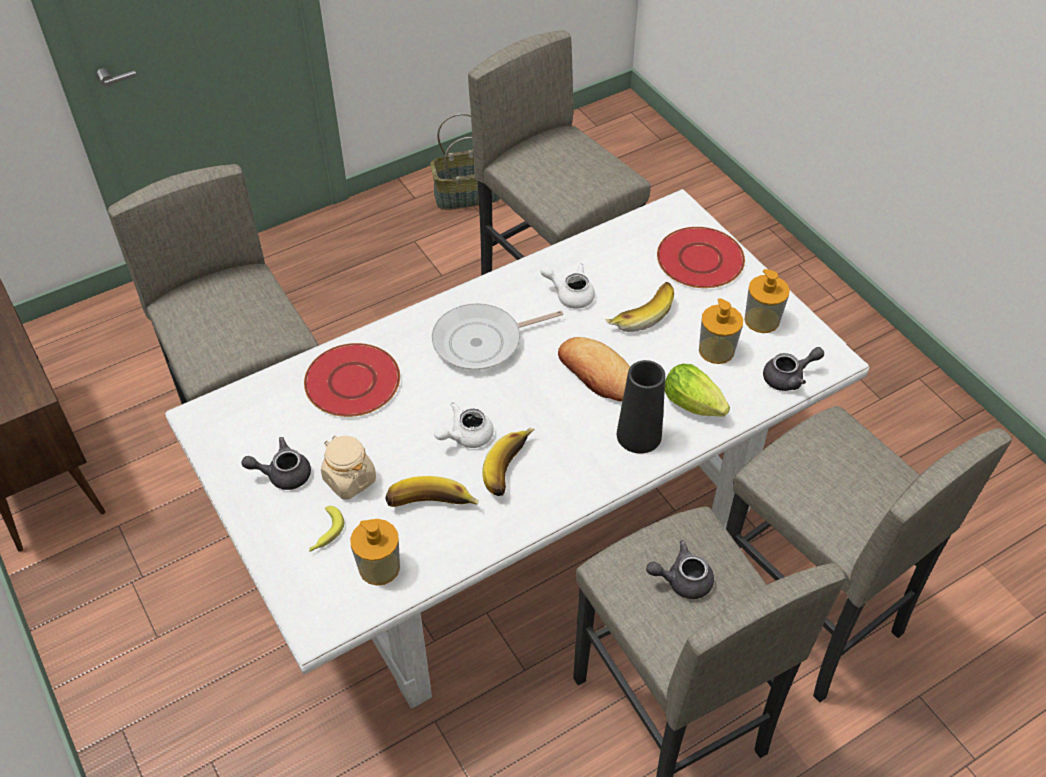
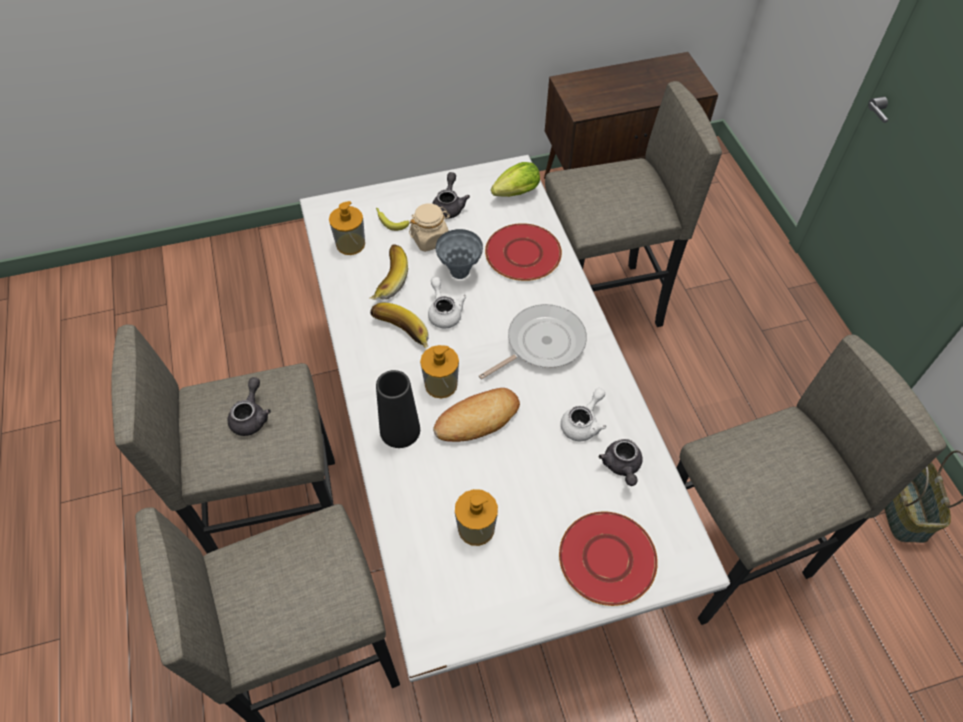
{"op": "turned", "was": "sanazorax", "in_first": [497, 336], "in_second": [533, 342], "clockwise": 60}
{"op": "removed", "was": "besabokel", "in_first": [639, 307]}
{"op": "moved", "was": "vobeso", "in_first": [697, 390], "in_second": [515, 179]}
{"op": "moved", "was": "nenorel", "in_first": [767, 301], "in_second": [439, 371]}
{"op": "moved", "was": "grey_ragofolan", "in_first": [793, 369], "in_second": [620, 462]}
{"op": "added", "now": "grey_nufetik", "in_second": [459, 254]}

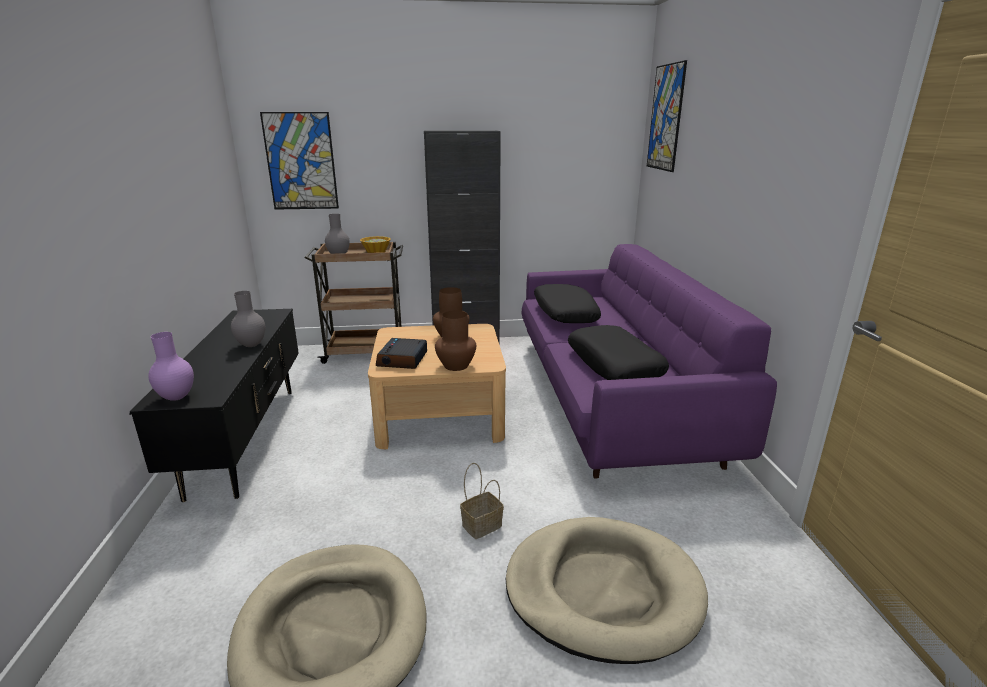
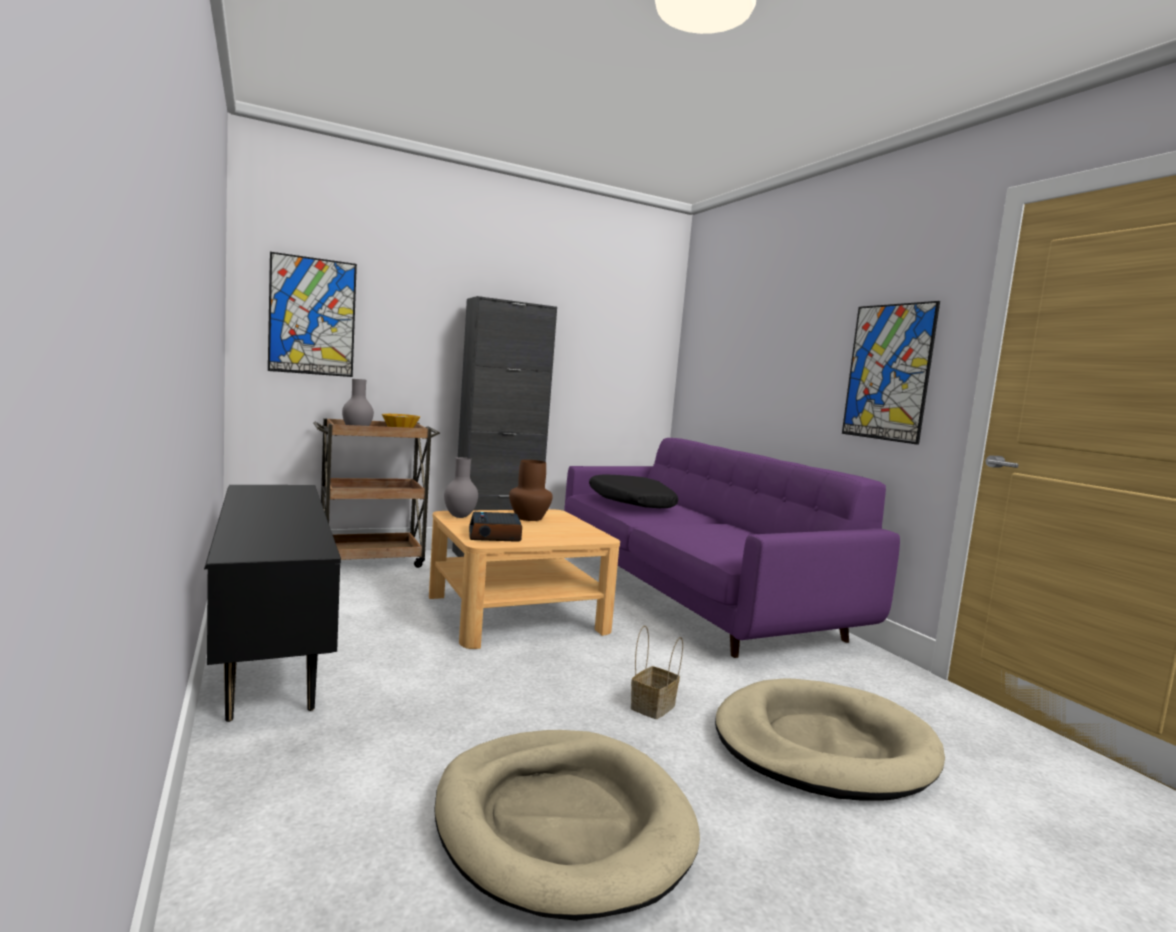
{"op": "removed", "was": "purple_nufetik", "in_first": [171, 366]}
{"op": "moved", "was": "grey_nufetik", "in_first": [248, 319], "in_second": [461, 487]}
{"op": "removed", "was": "brown_nufetik", "in_first": [455, 341]}
{"op": "removed", "was": "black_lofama", "in_first": [618, 352]}
{"op": "moved", "was": "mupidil", "in_first": [667, 116], "in_second": [891, 373]}

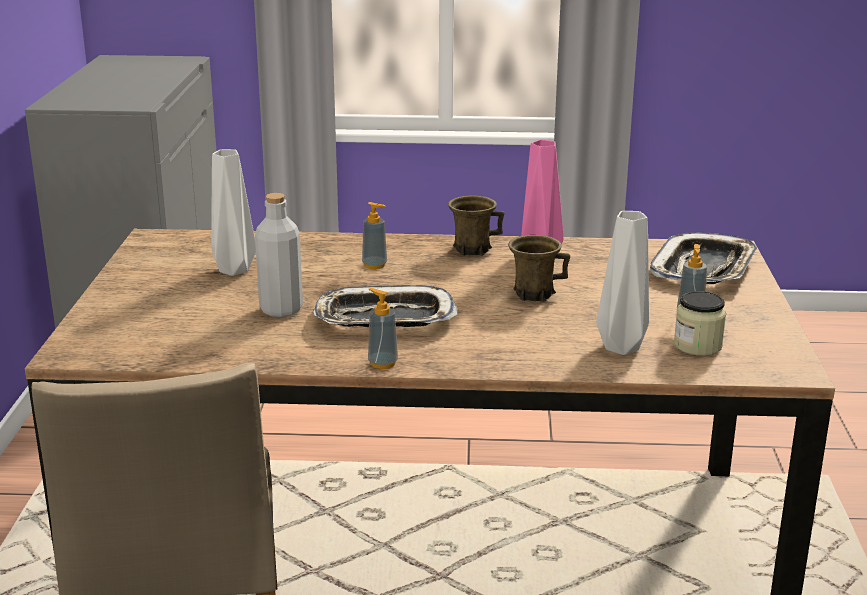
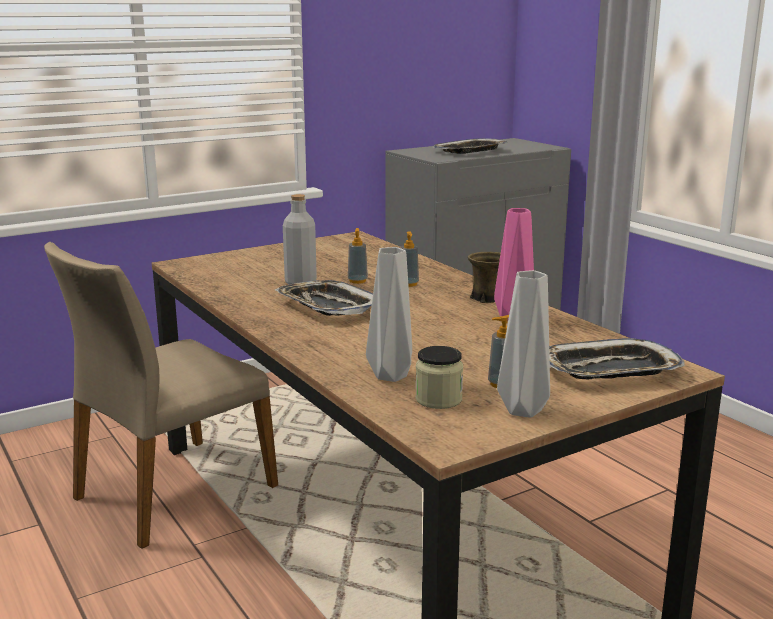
{"op": "moved", "was": "grey_nufetik", "in_first": [233, 212], "in_second": [523, 344]}
{"op": "moved", "was": "nenorel", "in_first": [383, 328], "in_second": [358, 256]}
{"op": "removed", "was": "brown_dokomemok", "in_first": [539, 268]}
{"op": "added", "now": "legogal", "in_second": [470, 146]}

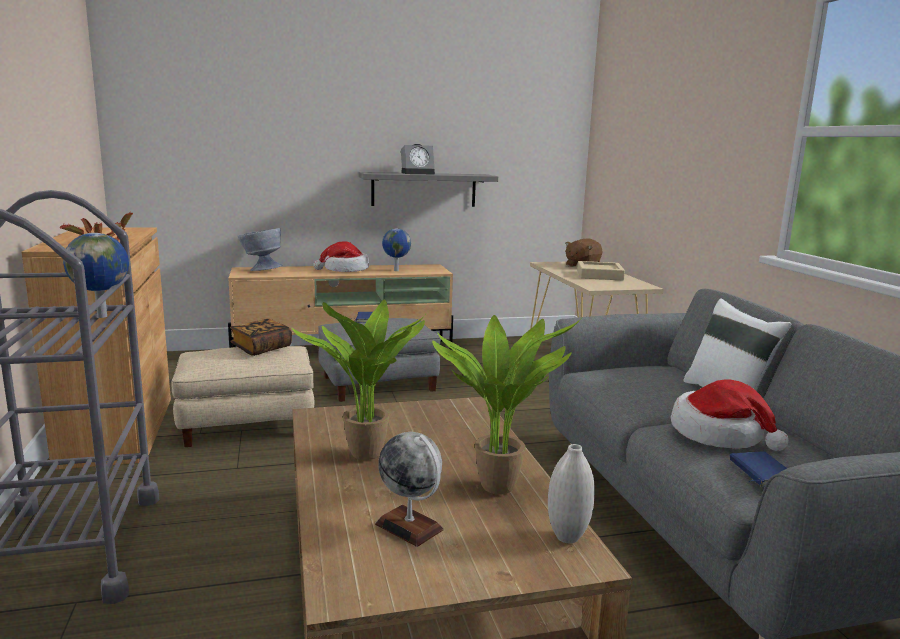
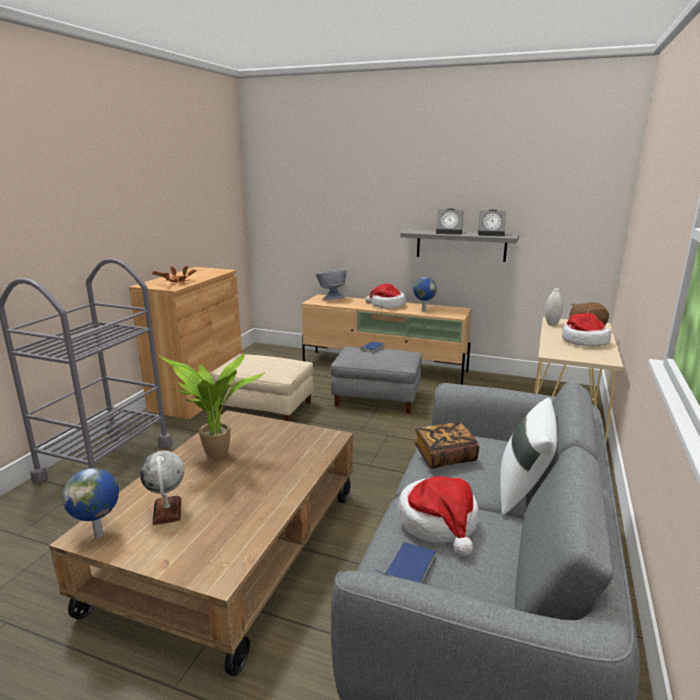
{"op": "moved", "was": "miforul", "in_first": [96, 275], "in_second": [90, 503]}
{"op": "moved", "was": "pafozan", "in_first": [261, 337], "in_second": [446, 445]}
{"op": "removed", "was": "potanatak", "in_first": [506, 405]}
{"op": "moved", "was": "white_nufetik", "in_first": [571, 493], "in_second": [554, 307]}
{"op": "replaced", "was": "beige_legogal", "now": "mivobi", "in_first": [601, 270], "in_second": [586, 329]}
{"op": "added", "now": "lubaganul", "in_second": [492, 223]}

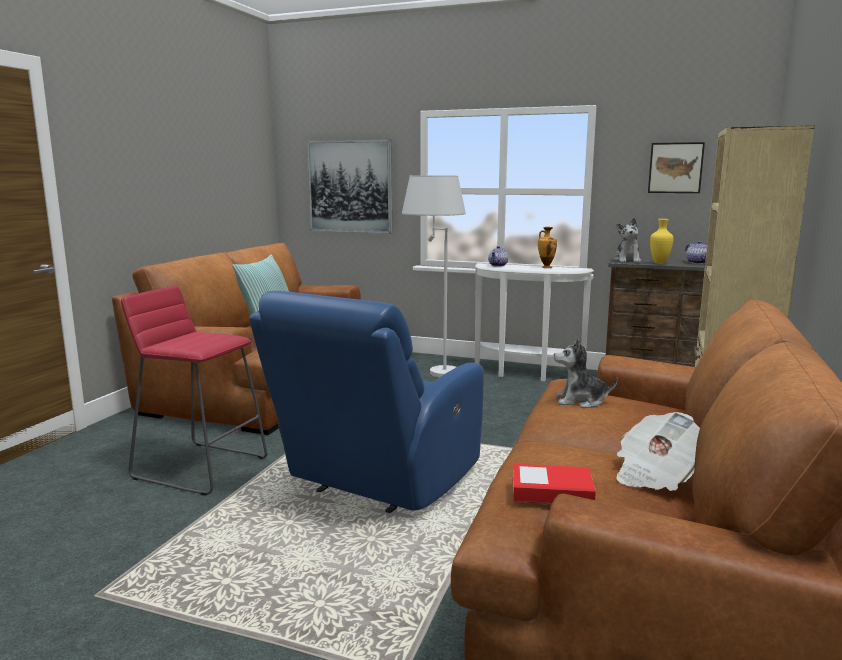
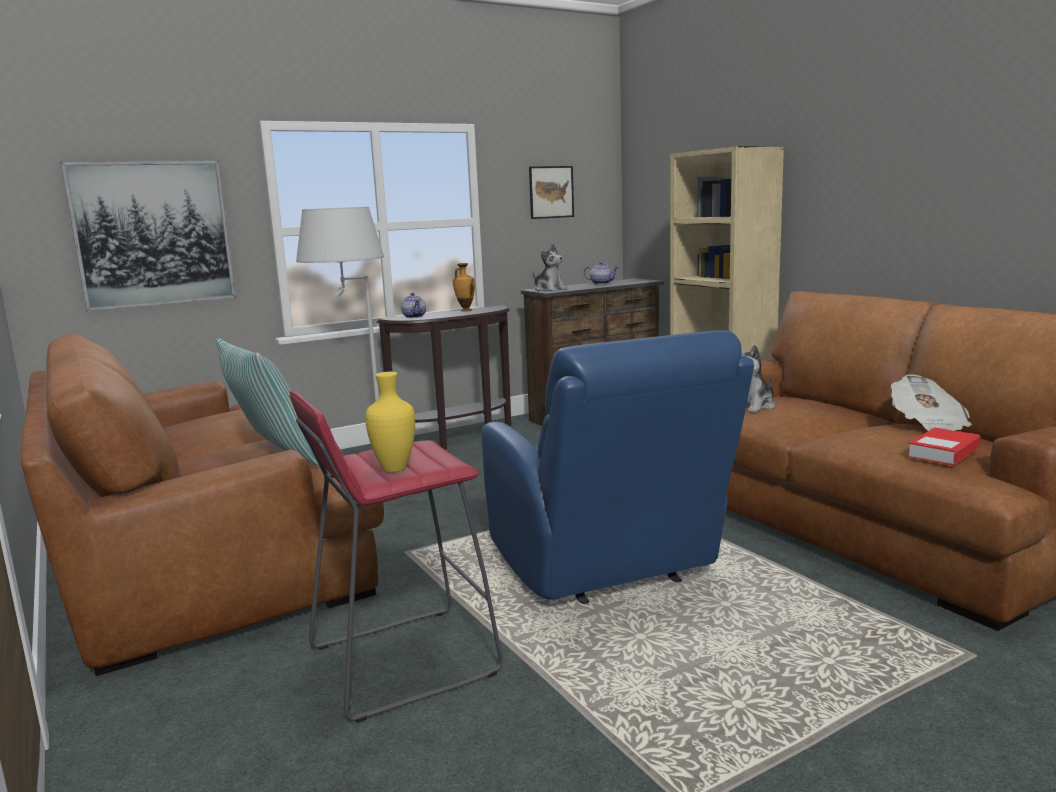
{"op": "recoloured", "was": "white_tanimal", "now": "brown_tanimal", "in_first": [534, 322], "in_second": [444, 377]}
{"op": "moved", "was": "yellow_nufetik", "in_first": [661, 241], "in_second": [390, 422]}

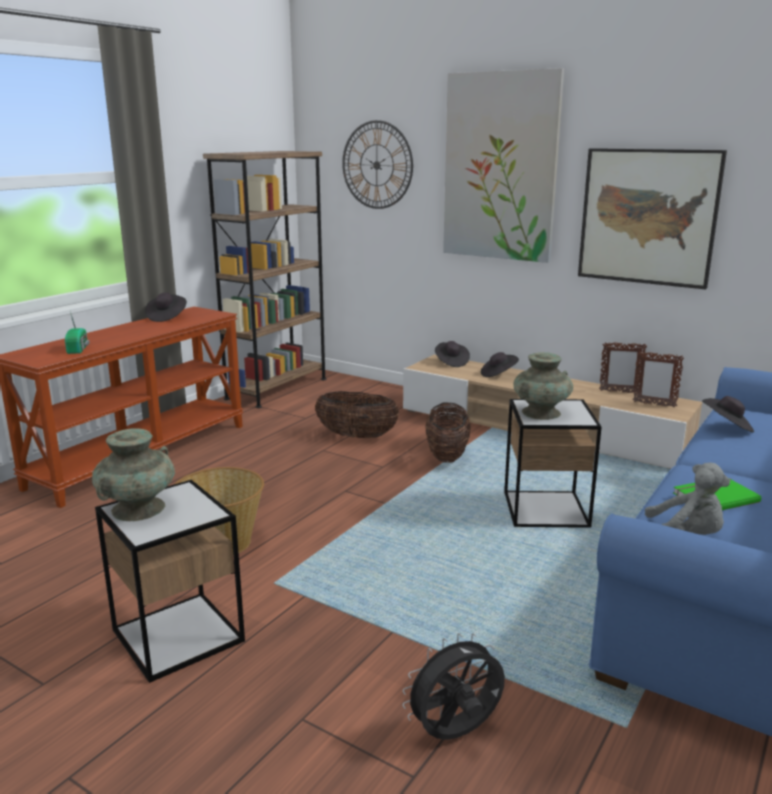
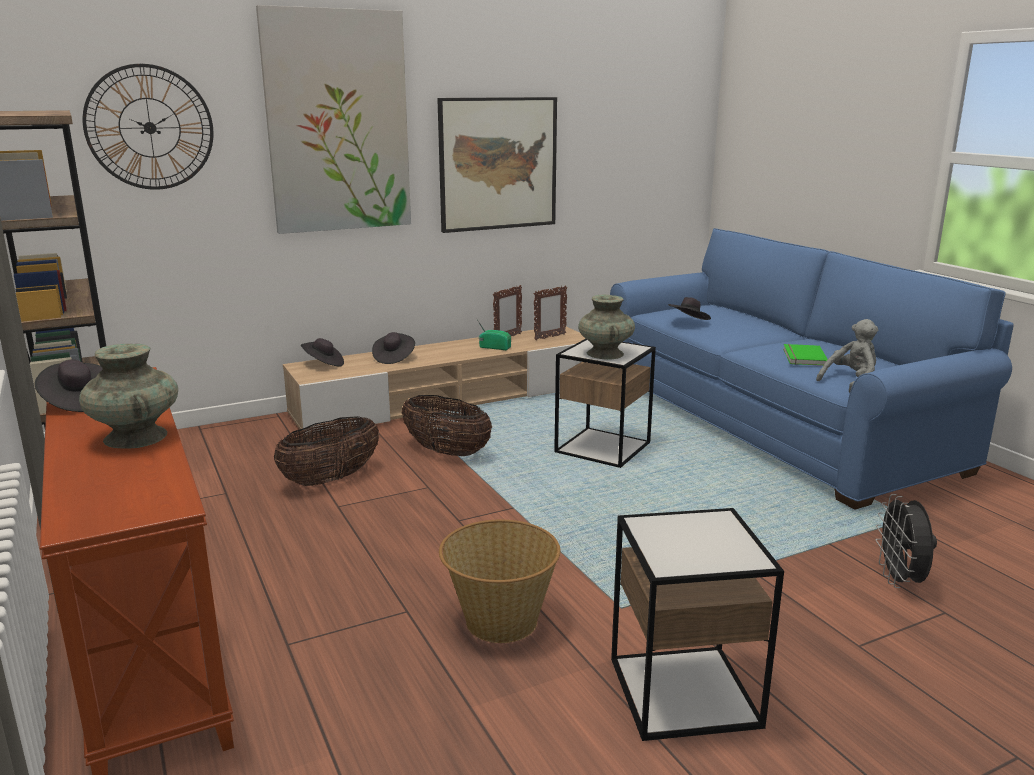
{"op": "moved", "was": "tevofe", "in_first": [77, 333], "in_second": [493, 334]}
{"op": "moved", "was": "turquoise_nufetik", "in_first": [133, 474], "in_second": [128, 396]}

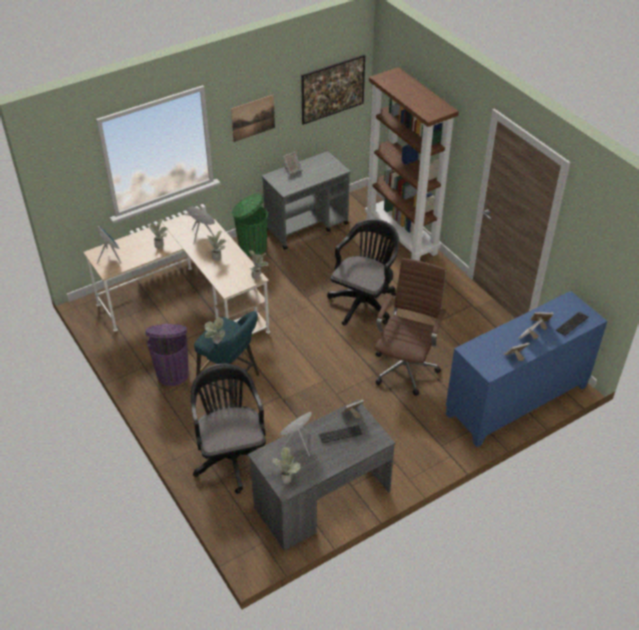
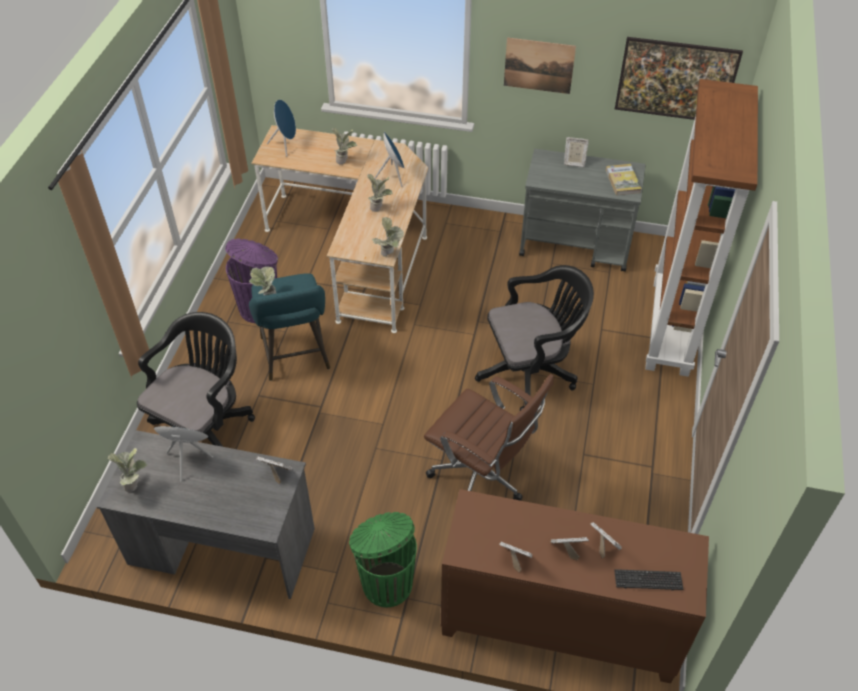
{"op": "moved", "was": "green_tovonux", "in_first": [250, 224], "in_second": [383, 559]}
{"op": "removed", "was": "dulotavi", "in_first": [340, 434]}
{"op": "turned", "was": "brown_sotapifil", "in_first": [411, 327], "in_second": [489, 437], "clockwise": 60}
{"op": "recoloured", "was": "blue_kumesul", "now": "brown_kumesul", "in_first": [526, 369], "in_second": [575, 586]}
{"op": "added", "now": "pafozan", "in_second": [624, 179]}

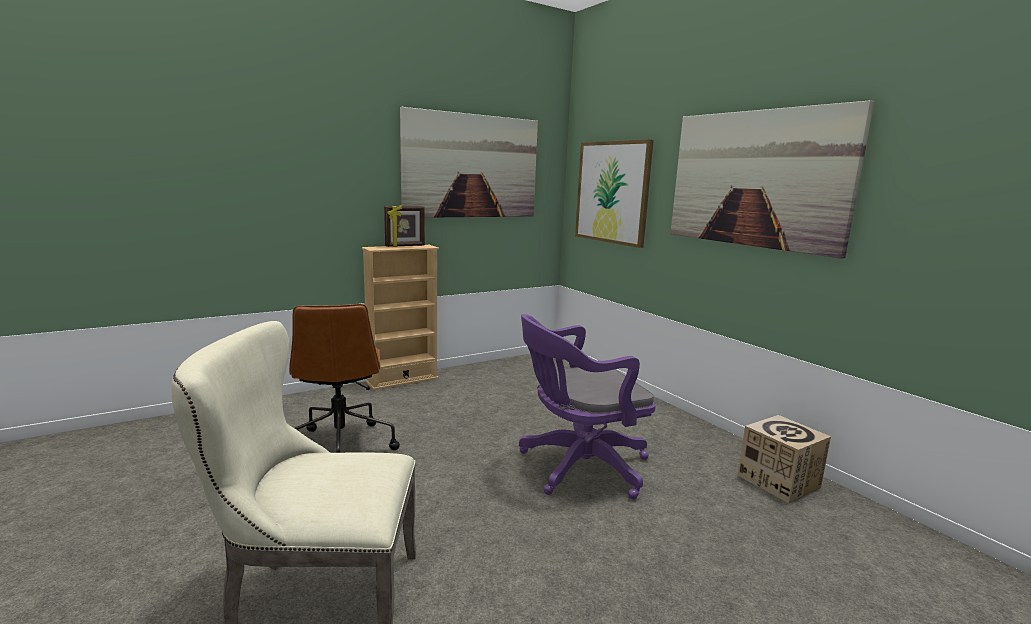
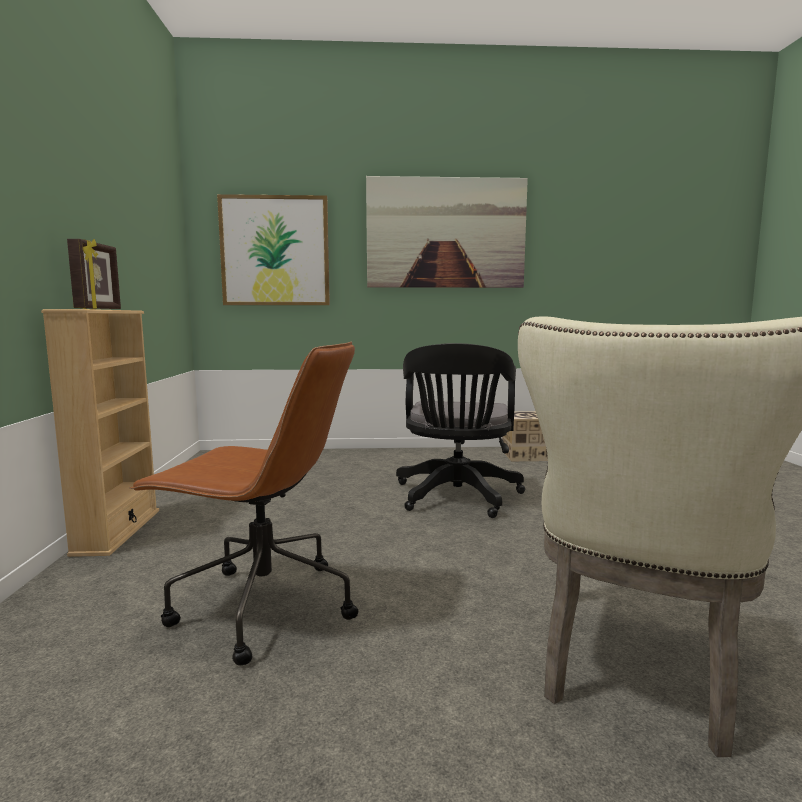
{"op": "removed", "was": "mupidil", "in_first": [469, 162]}
{"op": "recoloured", "was": "purple_sotapifil", "now": "black_sotapifil", "in_first": [587, 406], "in_second": [460, 430]}

